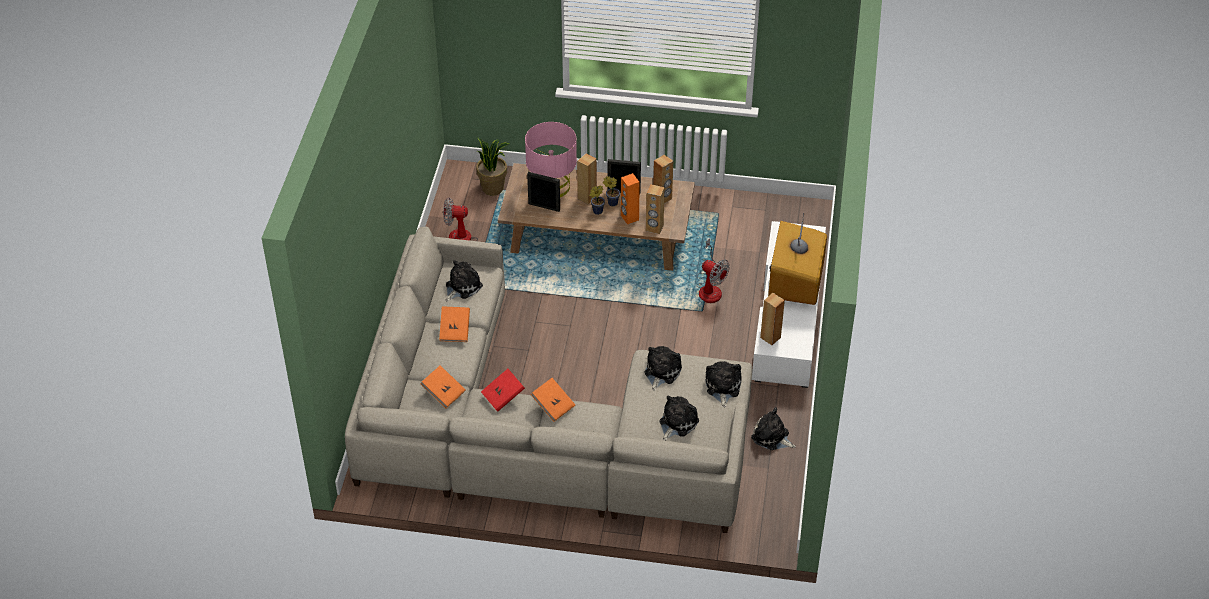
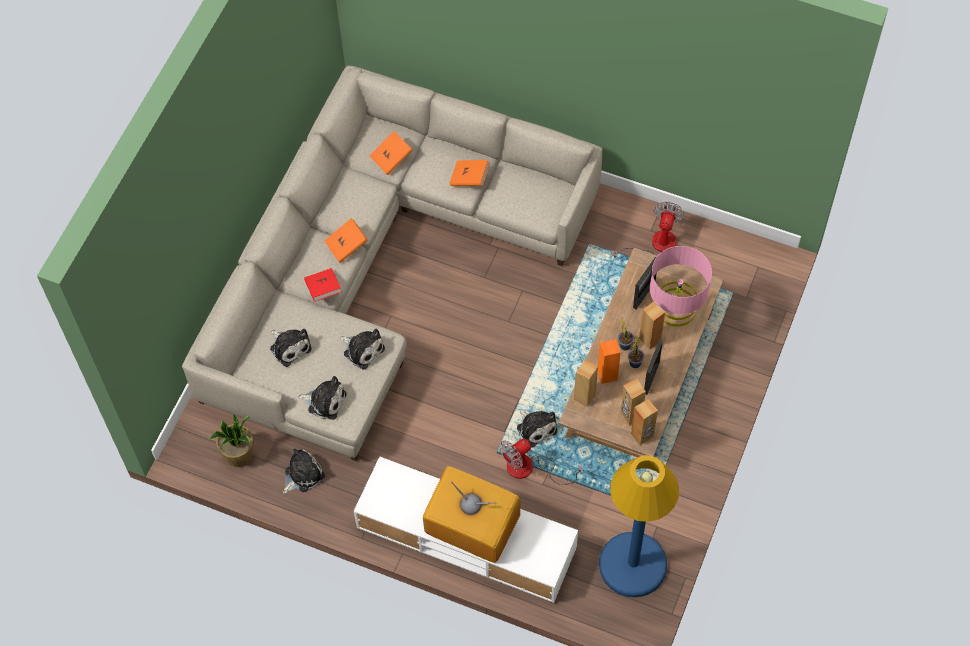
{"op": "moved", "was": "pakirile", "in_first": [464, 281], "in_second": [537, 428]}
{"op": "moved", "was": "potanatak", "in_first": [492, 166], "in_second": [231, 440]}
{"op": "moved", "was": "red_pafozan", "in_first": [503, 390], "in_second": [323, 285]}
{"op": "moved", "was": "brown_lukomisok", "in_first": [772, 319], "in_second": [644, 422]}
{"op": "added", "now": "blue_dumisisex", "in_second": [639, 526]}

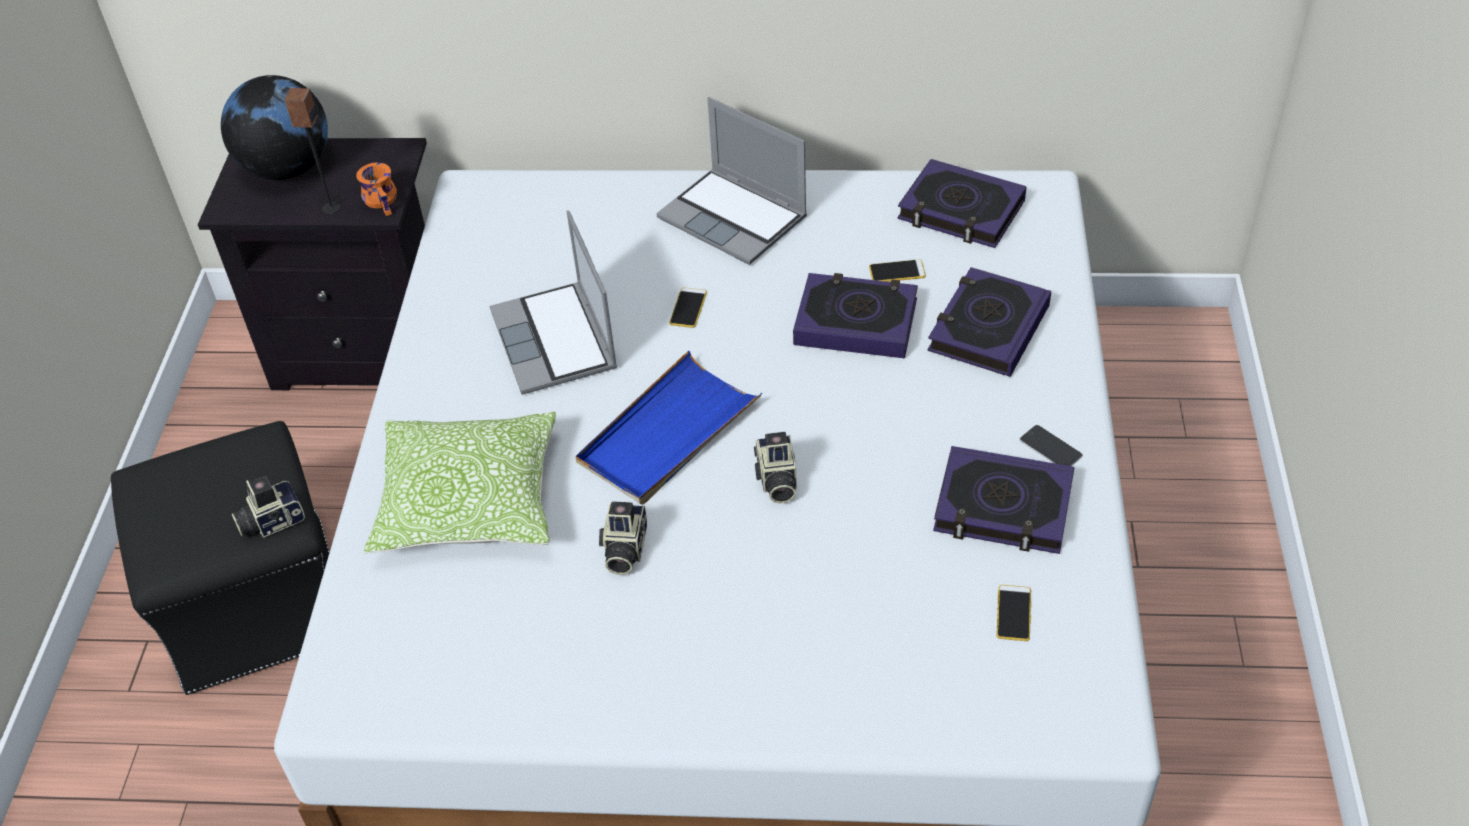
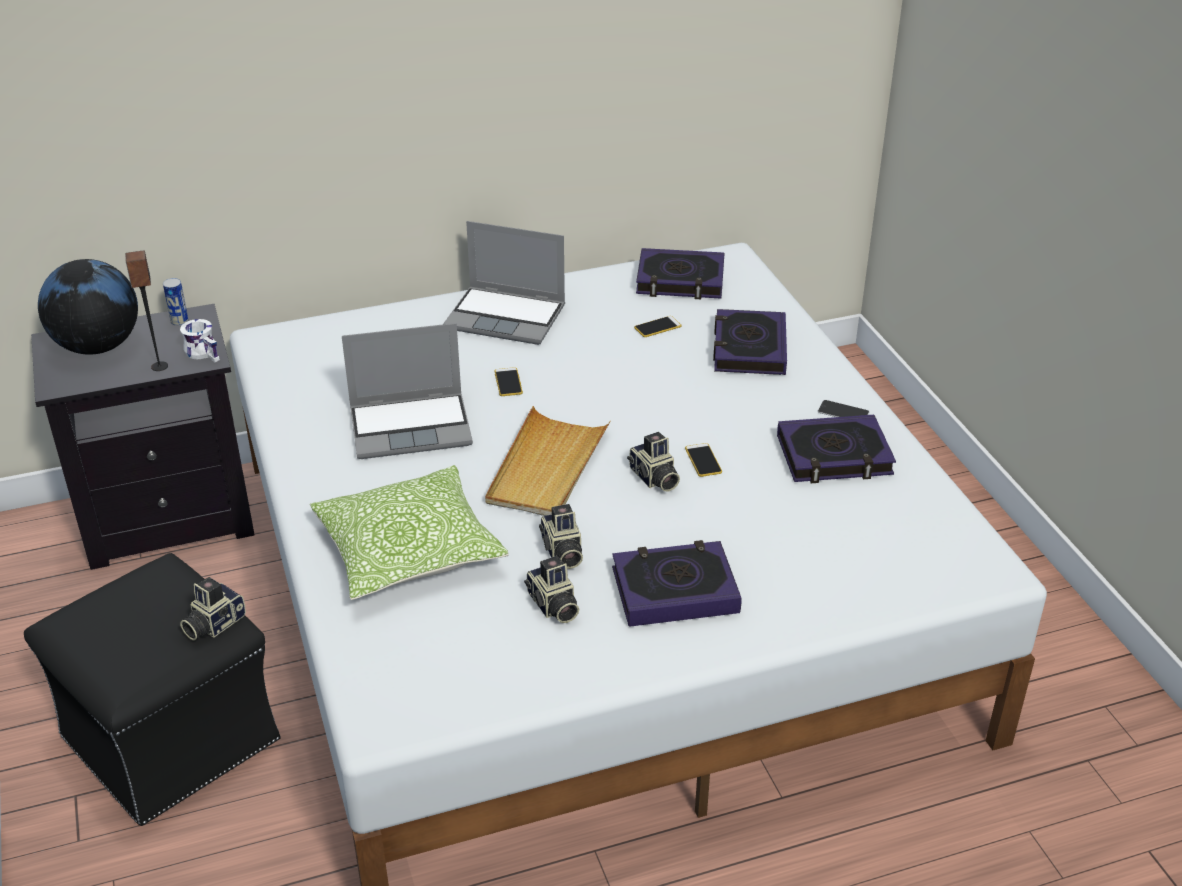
{"op": "recoloured", "was": "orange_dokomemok", "now": "white_dokomemok", "in_first": [376, 189], "in_second": [200, 340]}
{"op": "turned", "was": "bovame", "in_first": [553, 302], "in_second": [407, 391], "clockwise": -60}
{"op": "recoloured", "was": "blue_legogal", "now": "beige_legogal", "in_first": [668, 427], "in_second": [548, 461]}
{"op": "moved", "was": "pafozan", "in_first": [855, 315], "in_second": [677, 583]}
{"op": "moved", "was": "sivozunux", "in_first": [1013, 613], "in_second": [703, 460]}
{"op": "added", "now": "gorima", "in_second": [175, 302]}
{"op": "added", "now": "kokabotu", "in_second": [551, 589]}

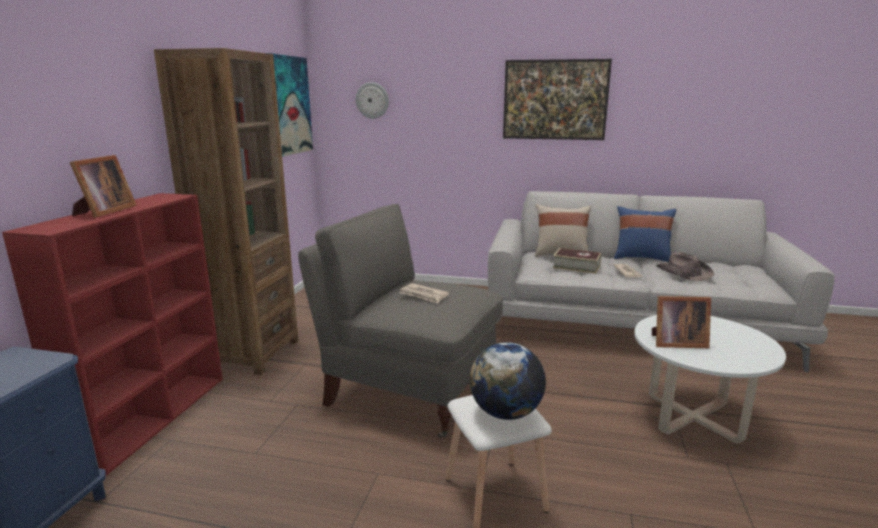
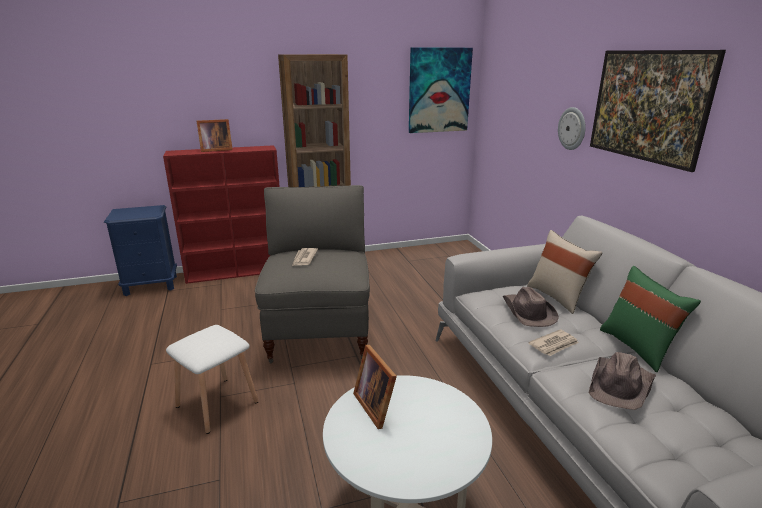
{"op": "moved", "was": "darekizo", "in_first": [372, 100], "in_second": [572, 128]}
{"op": "removed", "was": "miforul", "in_first": [508, 381]}
{"op": "replaced", "was": "pafozan", "now": "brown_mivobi", "in_first": [577, 261], "in_second": [531, 307]}
{"op": "recoloured", "was": "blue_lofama", "now": "green_lofama", "in_first": [645, 234], "in_second": [650, 319]}

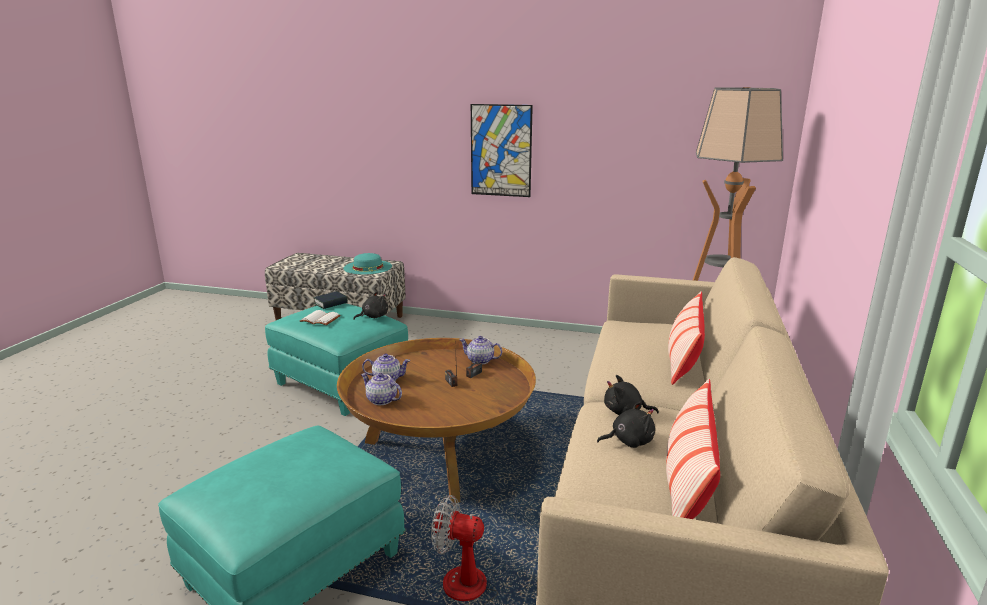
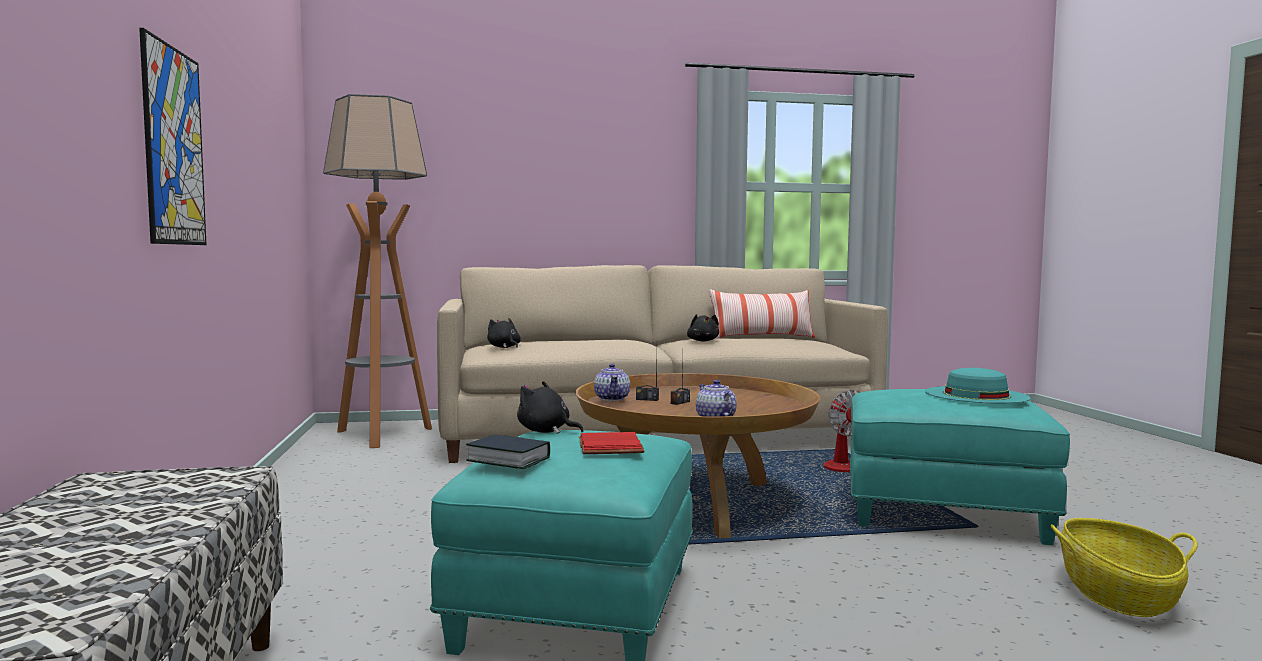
{"op": "recoloured", "was": "white_pafozan", "now": "red_pafozan", "in_first": [320, 317], "in_second": [611, 443]}
{"op": "moved", "was": "turquoise_mivobi", "in_first": [367, 264], "in_second": [978, 386]}
{"op": "removed", "was": "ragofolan", "in_first": [381, 389]}
{"op": "moved", "was": "black_pakirile", "in_first": [626, 425], "in_second": [504, 333]}
{"op": "removed", "was": "lofama", "in_first": [686, 338]}
{"op": "added", "now": "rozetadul", "in_second": [1124, 567]}

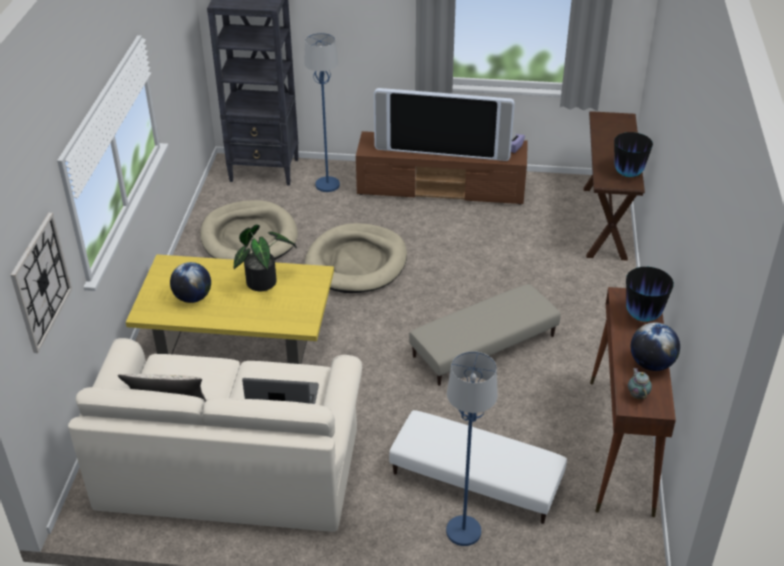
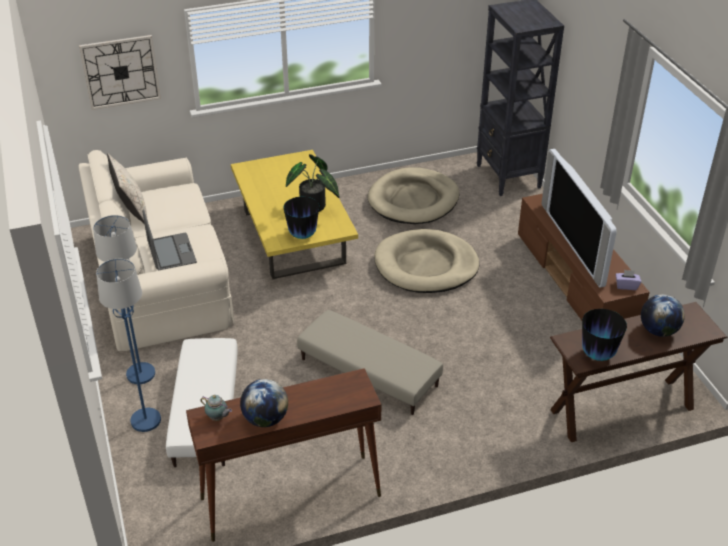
{"op": "moved", "was": "miforul", "in_first": [190, 282], "in_second": [663, 315]}
{"op": "moved", "was": "blue_dumisisex", "in_first": [322, 112], "in_second": [124, 299]}
{"op": "moved", "was": "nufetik", "in_first": [650, 294], "in_second": [301, 218]}
{"op": "turned", "was": "ragofolan", "in_first": [640, 383], "in_second": [216, 408], "clockwise": 60}

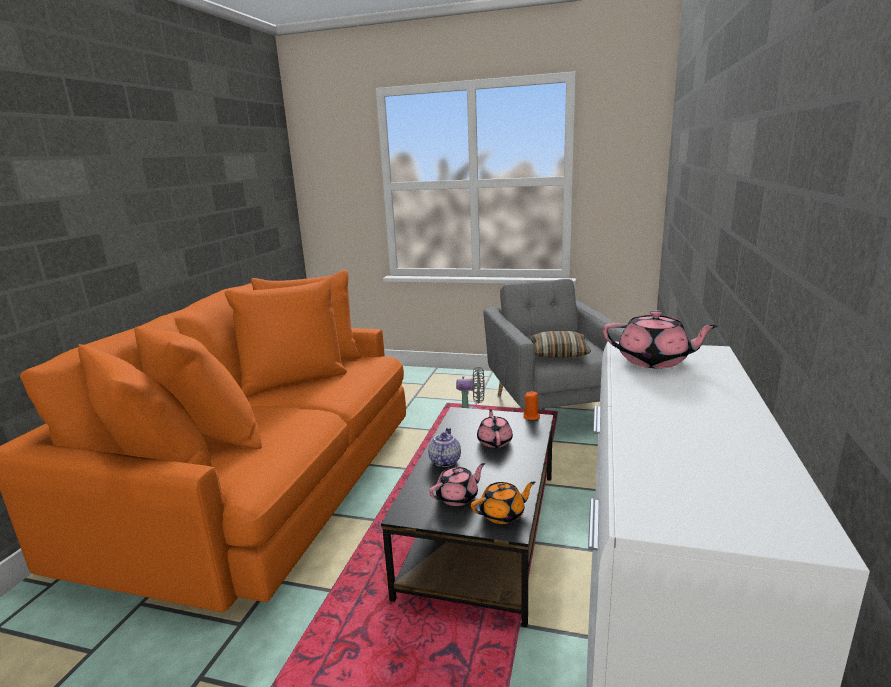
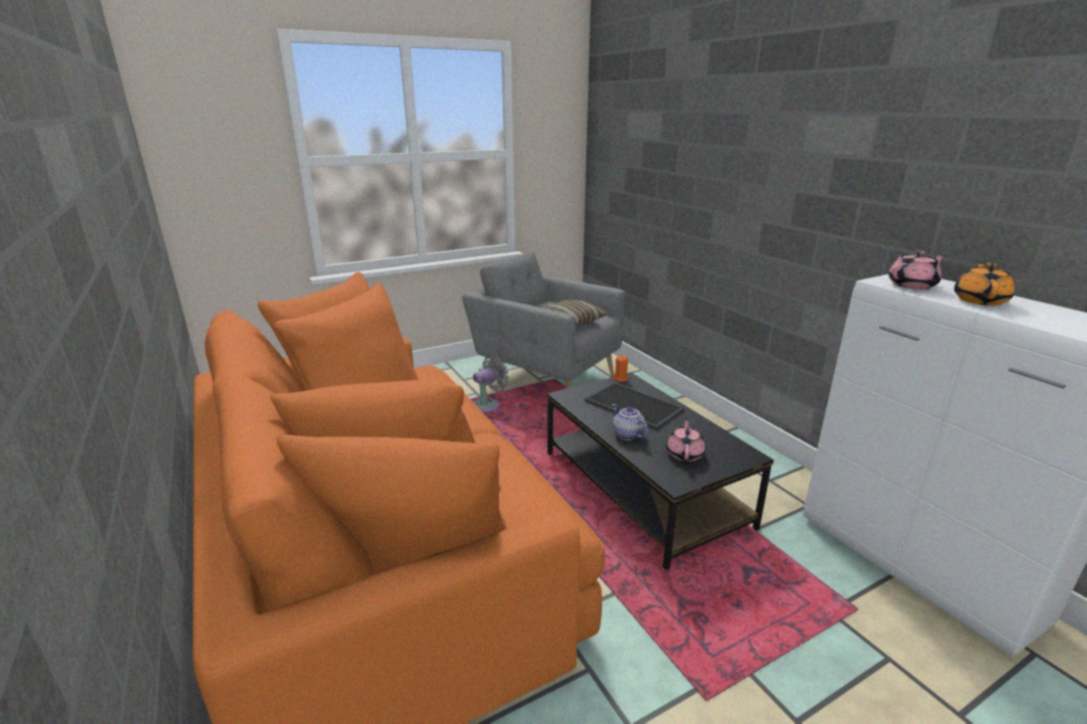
{"op": "moved", "was": "orange_ragofolan", "in_first": [503, 502], "in_second": [984, 284]}
{"op": "replaced", "was": "pink_ragofolan", "now": "legogal", "in_first": [495, 428], "in_second": [634, 406]}

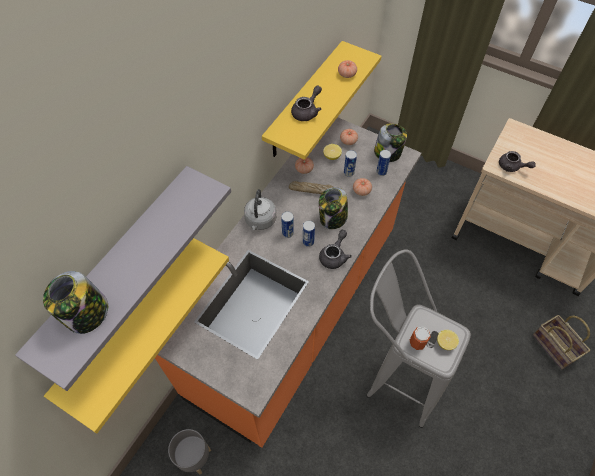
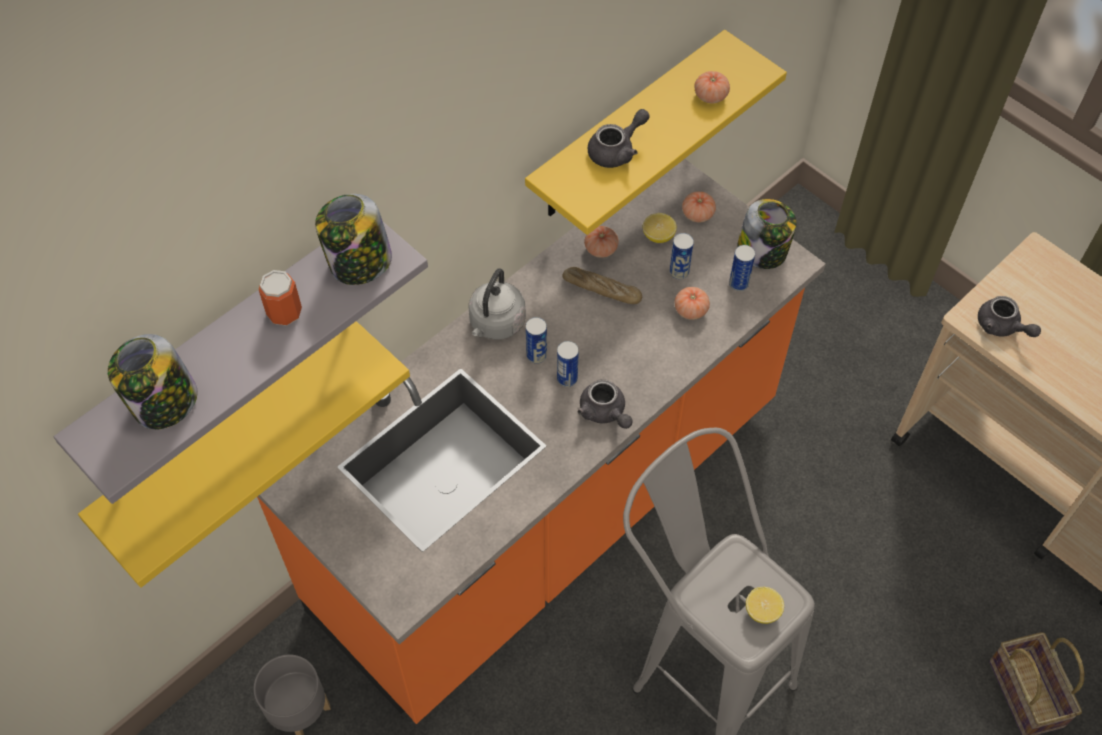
{"op": "moved", "was": "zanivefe", "in_first": [333, 208], "in_second": [353, 239]}
{"op": "turned", "was": "grey_ragofolan", "in_first": [335, 249], "in_second": [605, 404], "clockwise": 105}
{"op": "moved", "was": "gorima", "in_first": [420, 338], "in_second": [280, 298]}

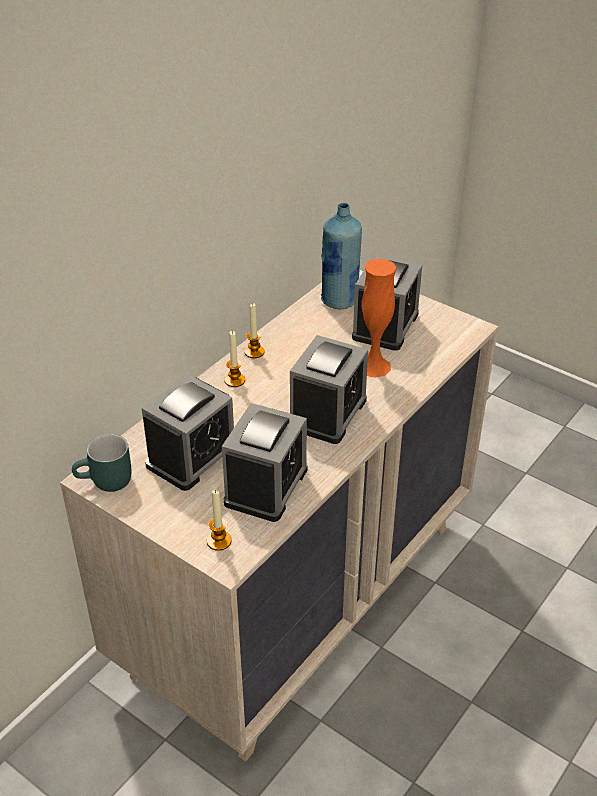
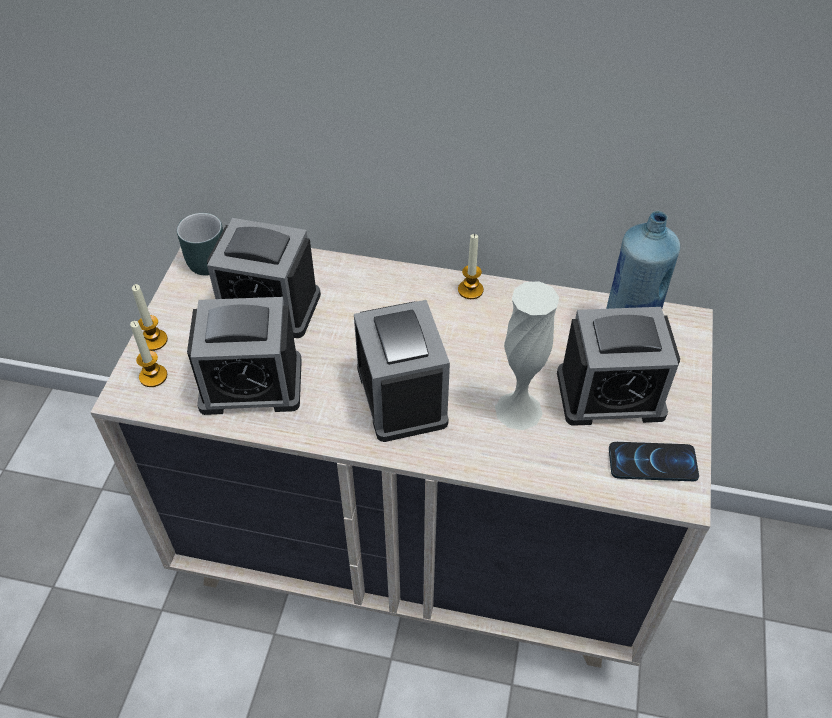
{"op": "moved", "was": "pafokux", "in_first": [235, 359], "in_second": [150, 317]}
{"op": "turned", "was": "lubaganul", "in_first": [329, 389], "in_second": [402, 371], "clockwise": -105}
{"op": "recoloured", "was": "orange_nufetik", "now": "white_nufetik", "in_first": [378, 318], "in_second": [527, 355]}
{"op": "added", "now": "sivozunux", "in_second": [654, 461]}

